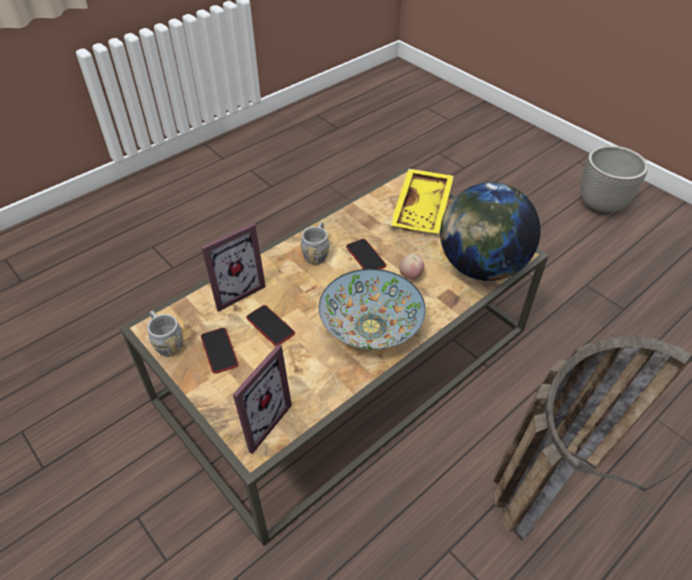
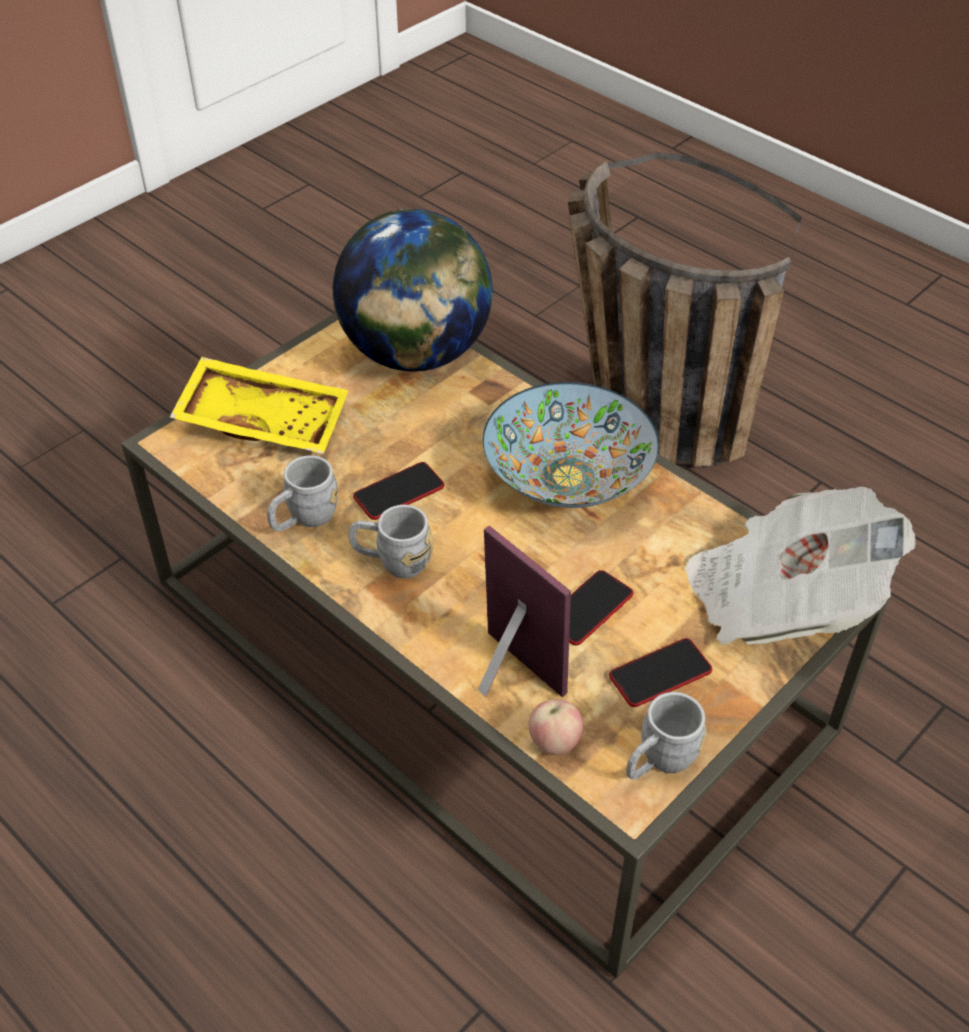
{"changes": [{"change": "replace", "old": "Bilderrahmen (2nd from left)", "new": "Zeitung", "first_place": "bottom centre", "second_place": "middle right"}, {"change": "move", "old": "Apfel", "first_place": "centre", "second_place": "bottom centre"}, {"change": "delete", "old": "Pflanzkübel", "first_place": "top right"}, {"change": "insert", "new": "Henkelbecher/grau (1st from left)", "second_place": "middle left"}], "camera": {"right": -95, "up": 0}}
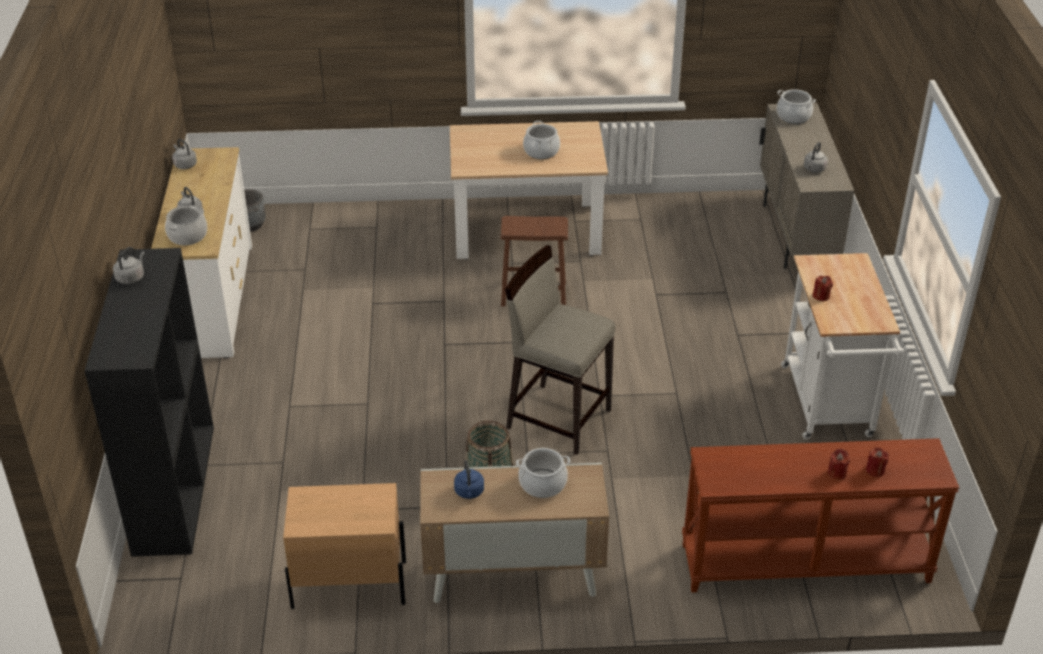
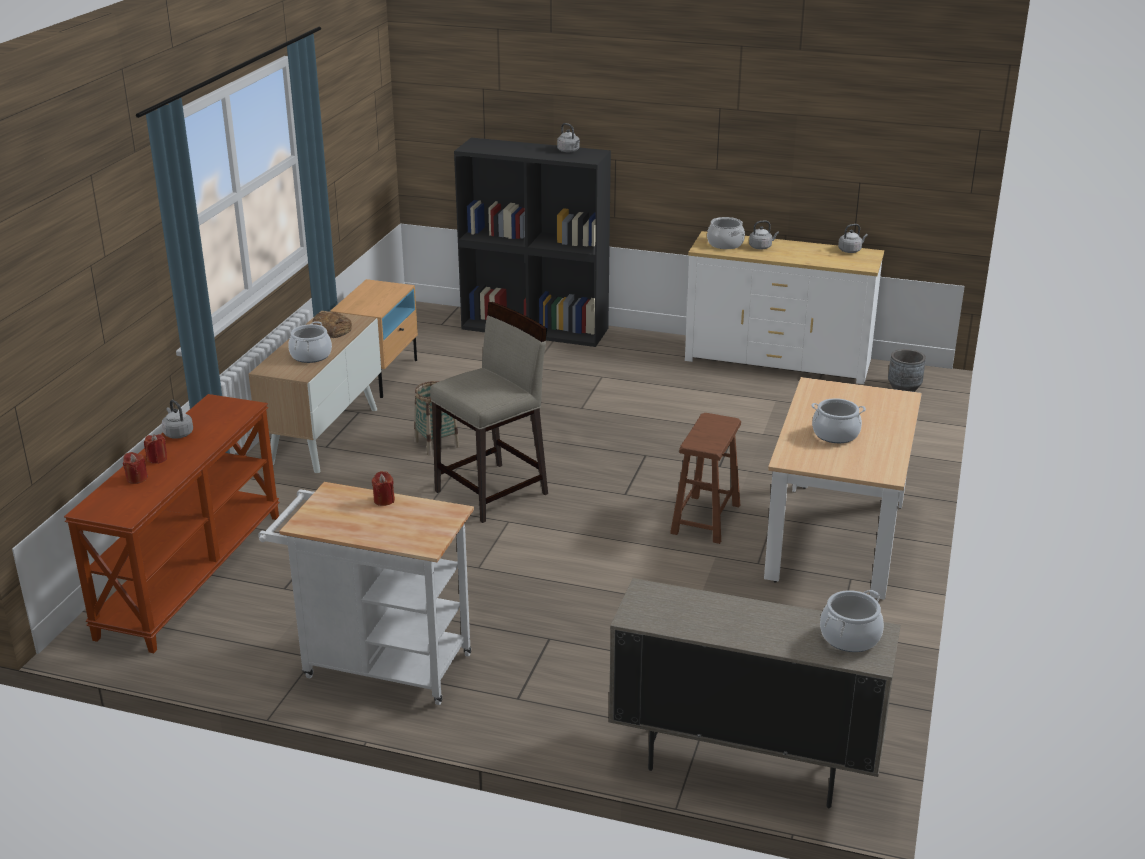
{"changes": [{"change": "replace", "old": "Wasserkessel/blau", "new": "Brot", "first_place": "bottom centre", "second_place": "middle left"}, {"change": "move", "old": "Wasserkessel/grau (4th from left in the first image)", "new": "Wasserkessel/grau (1st from left)", "first_place": "top right", "second_place": "middle left"}], "camera": {"right": 110, "up": -10}}
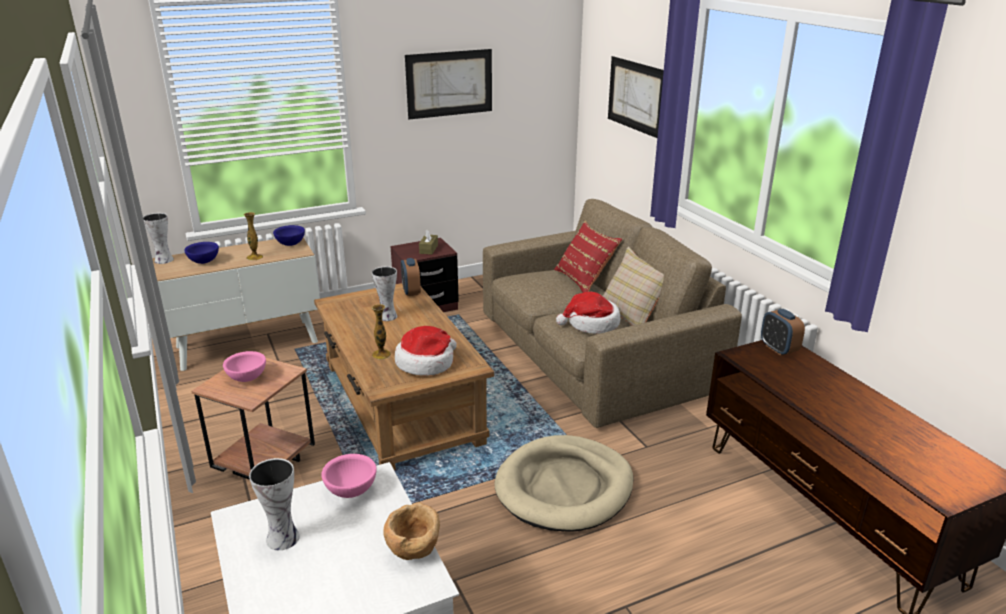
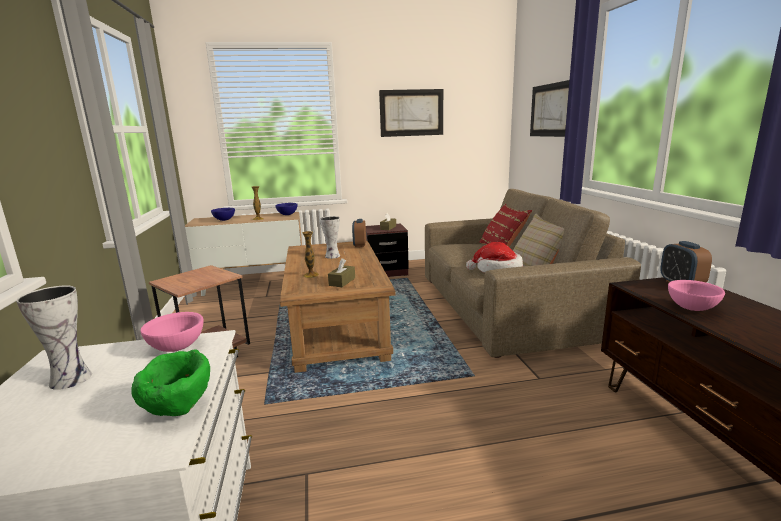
{"changes": [{"change": "delete", "old": "Vase (1st from left)", "first_place": "middle left"}, {"change": "move", "old": "Schüssel/rosa (1st from left in the first image)", "new": "Schüssel/rosa (2nd from left)", "first_place": "middle left", "second_place": "middle right"}, {"change": "recolor", "old": "Schüssel/braun", "new": "Schüssel/grün", "first_place": "bottom centre", "second_place": "bottom left"}, {"change": "replace", "old": "Hut (1st from left)", "new": "Taschentuchbox/braun (1st from left)", "first_place": "centre", "second_place": "centre"}, {"change": "delete", "old": "Hundebett/beige", "first_place": "bottom centre"}], "camera": {"right": 15, "up": -10}}
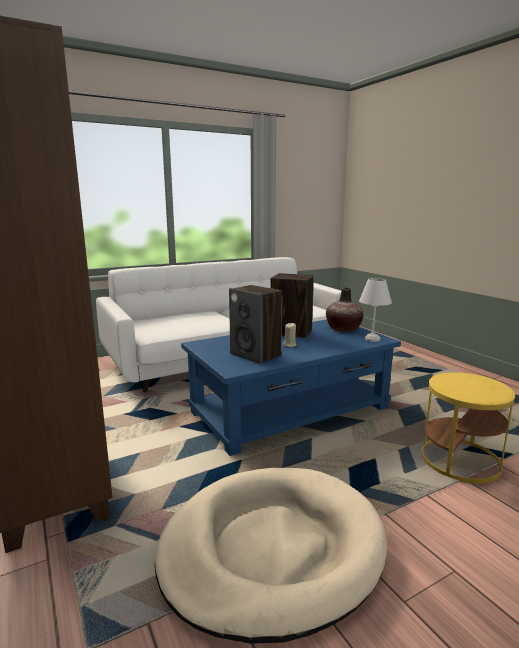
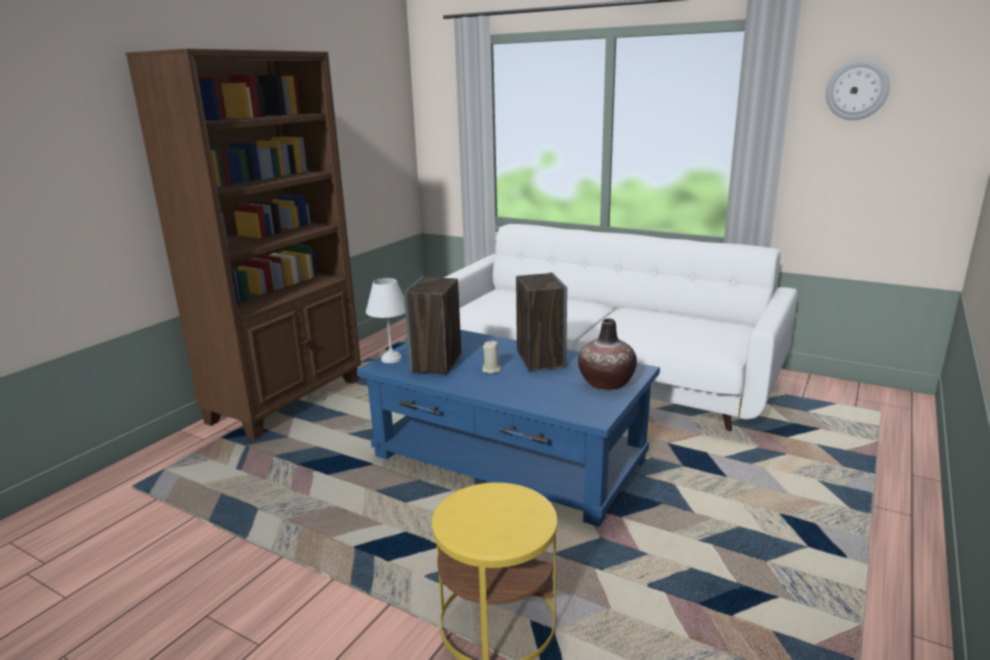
{"changes": [{"change": "delete", "old": "Hundebett/beige", "first_place": "bottom centre"}, {"change": "move", "old": "Tischlampe/weiß", "first_place": "middle right", "second_place": "centre"}, {"change": "insert", "new": "Wanduhr", "second_place": "top right"}], "camera": {"right": 60, "up": 5}}
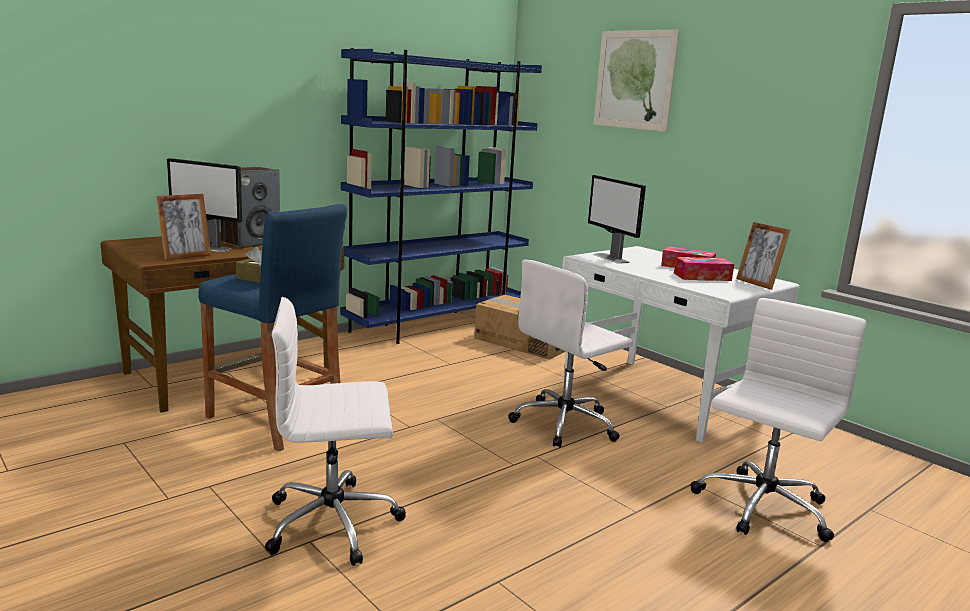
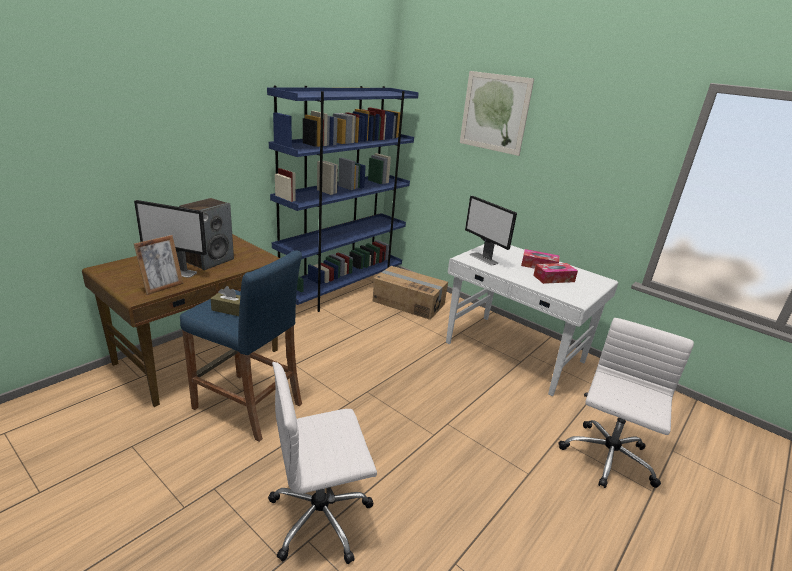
{"changes": [{"change": "delete", "old": "Bürostuhl/weiß (2nd from left)", "first_place": "centre"}, {"change": "delete", "old": "Bilderrahmen (2nd from left)", "first_place": "middle right"}], "camera": {"right": -10, "up": 10}}
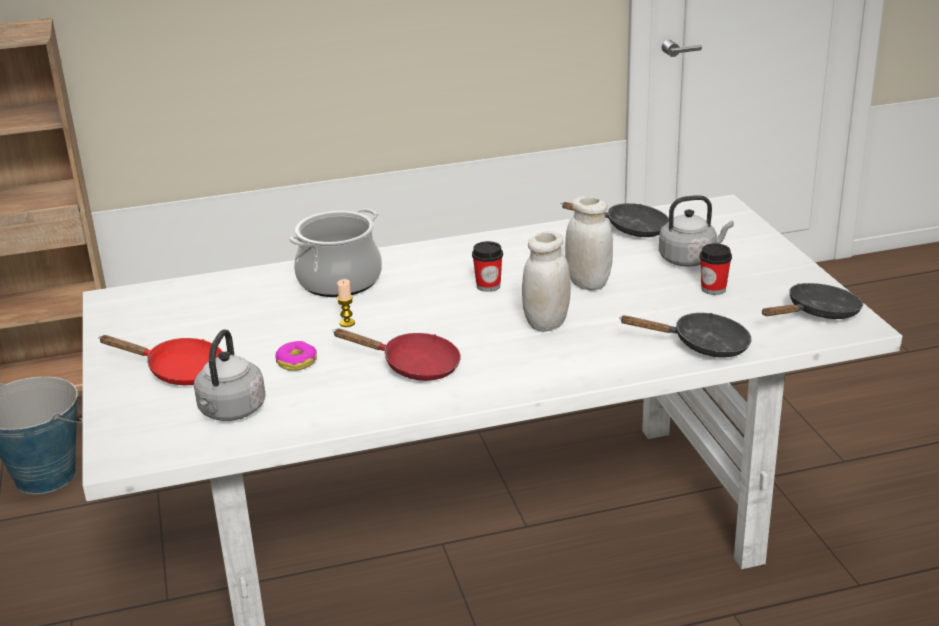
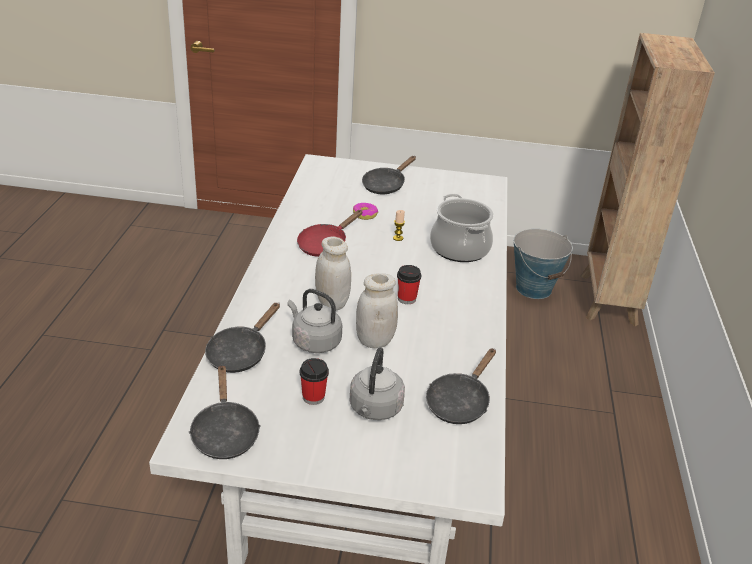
{"changes": [{"change": "recolor", "old": "Pfanne/rot (1st from left)", "new": "Pfanne/schwarz (3rd from left)", "first_place": "middle left", "second_place": "top centre"}, {"change": "move", "old": "Wasserkessel/grau (1st from left)", "first_place": "middle left", "second_place": "centre"}], "camera": {"right": 110, "up": 5}}
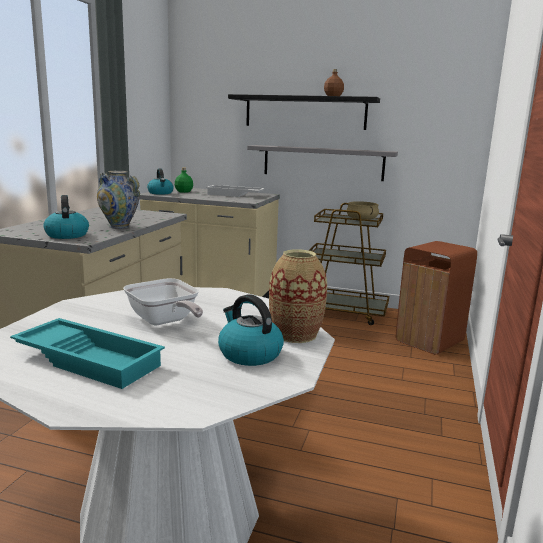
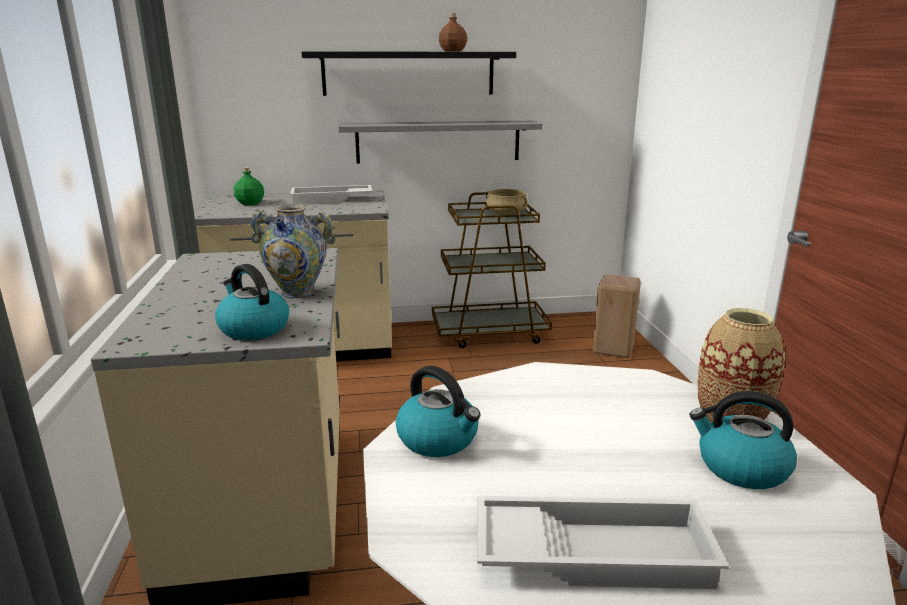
{"changes": [{"change": "recolor", "old": "Tablett/türkis", "new": "Tablett/weiß (2nd from left)", "first_place": "middle left", "second_place": "bottom centre"}, {"change": "delete", "old": "Pfanne", "first_place": "middle left"}, {"change": "move", "old": "Wasserkessel (2nd from left)", "first_place": "middle left", "second_place": "bottom centre"}, {"change": "replace", "old": "Mülleimer/braun", "new": "Hocker/beige", "first_place": "middle right", "second_place": "middle right"}], "camera": {"right": -25, "up": 5}}
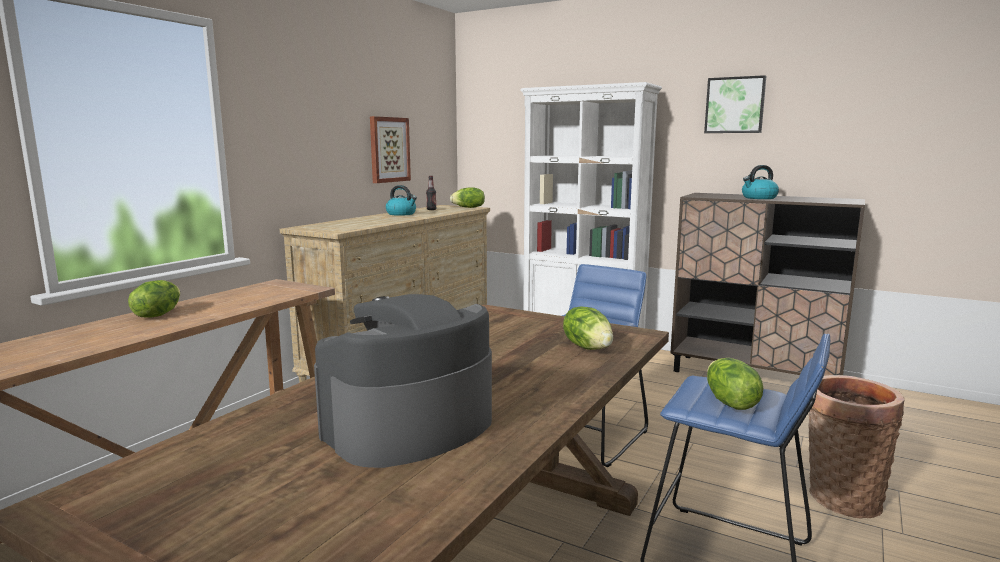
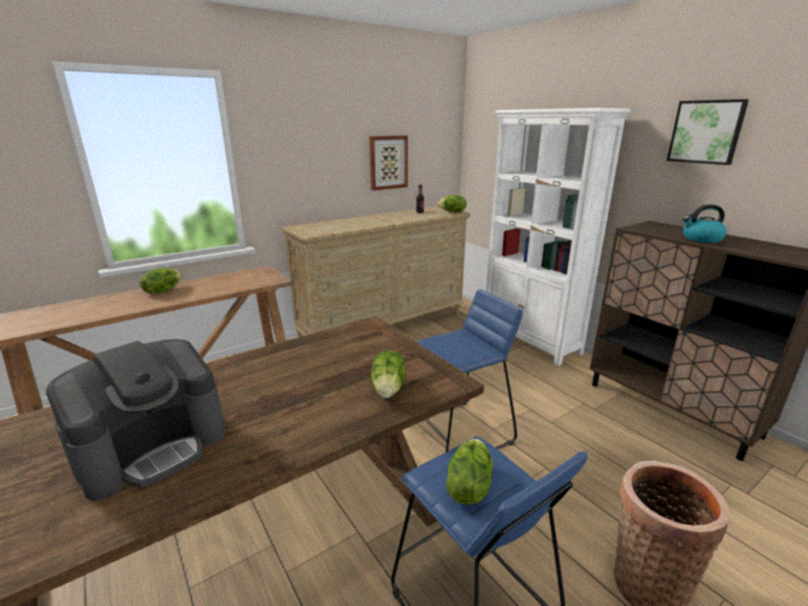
{"changes": [{"change": "rotate", "old": "Kaffeemaschine", "first_place": "bottom centre", "second_place": "bottom left", "degrees": 150}, {"change": "delete", "old": "Wasserkessel (1st from left)", "first_place": "centre"}], "camera": {"right": 25, "up": 10}}
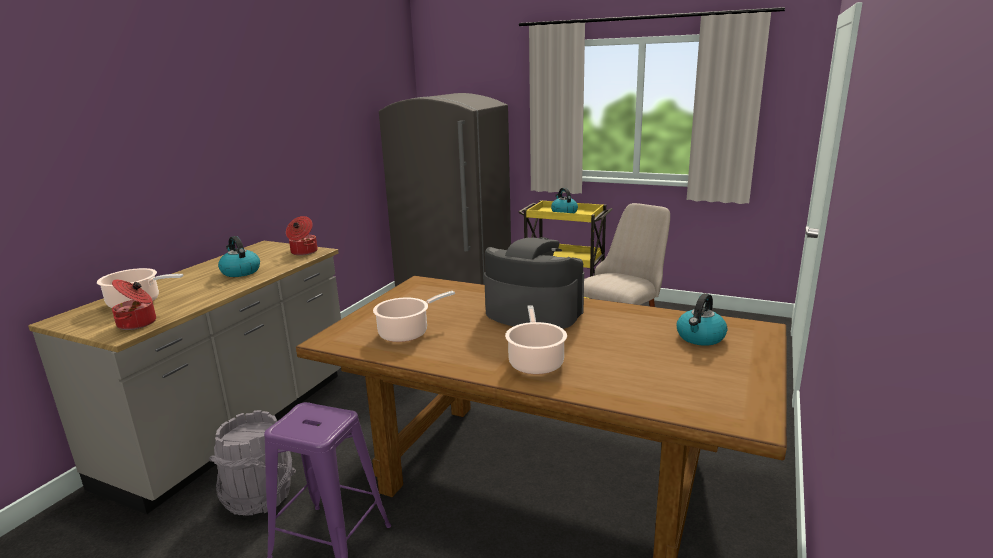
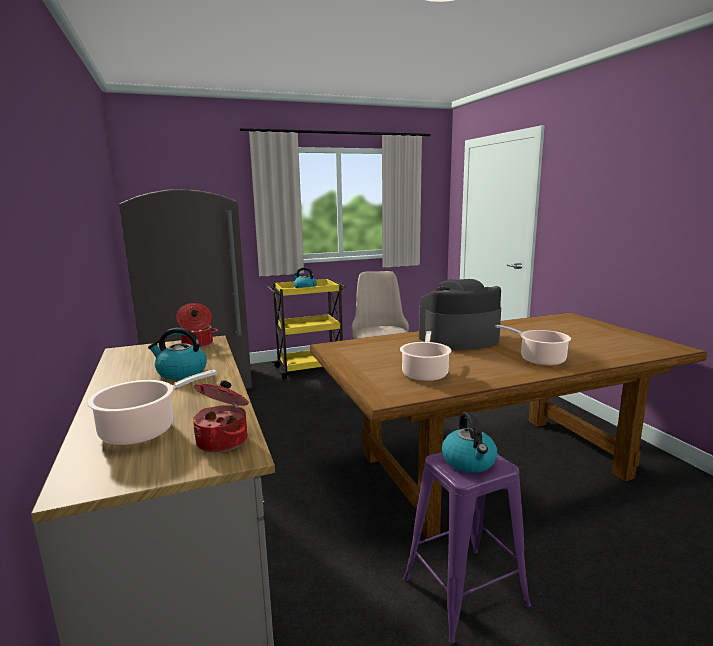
{"changes": [{"change": "delete", "old": "Eimer/grau", "first_place": "bottom left"}, {"change": "move", "old": "Wasserkessel (3rd from left)", "first_place": "middle right", "second_place": "bottom centre"}], "camera": {"right": -45, "up": -5}}
